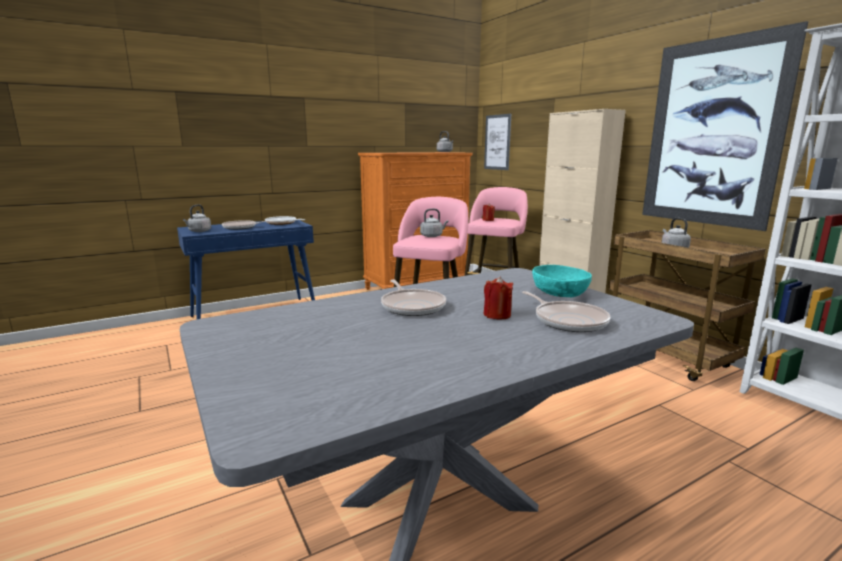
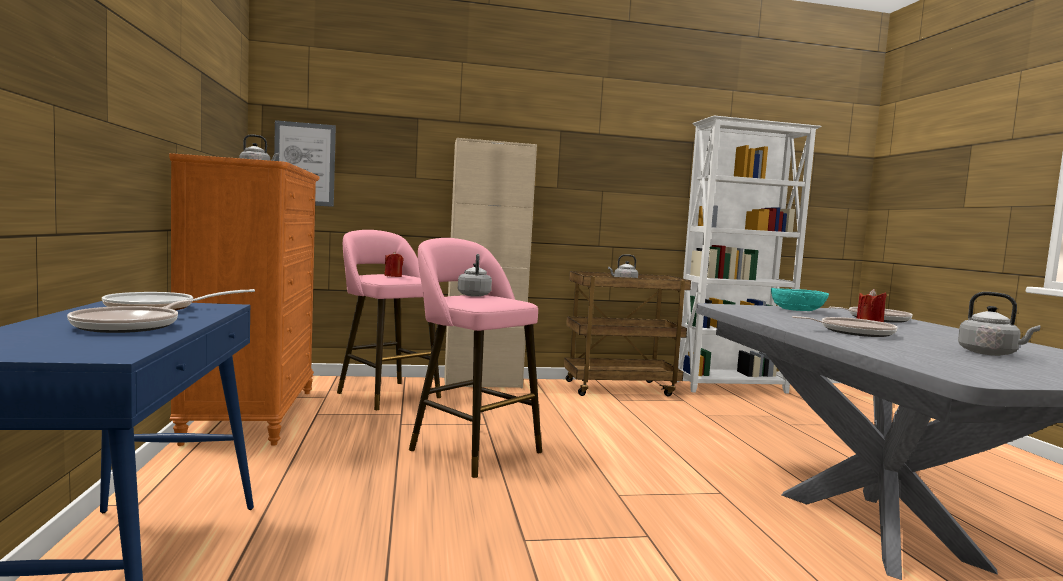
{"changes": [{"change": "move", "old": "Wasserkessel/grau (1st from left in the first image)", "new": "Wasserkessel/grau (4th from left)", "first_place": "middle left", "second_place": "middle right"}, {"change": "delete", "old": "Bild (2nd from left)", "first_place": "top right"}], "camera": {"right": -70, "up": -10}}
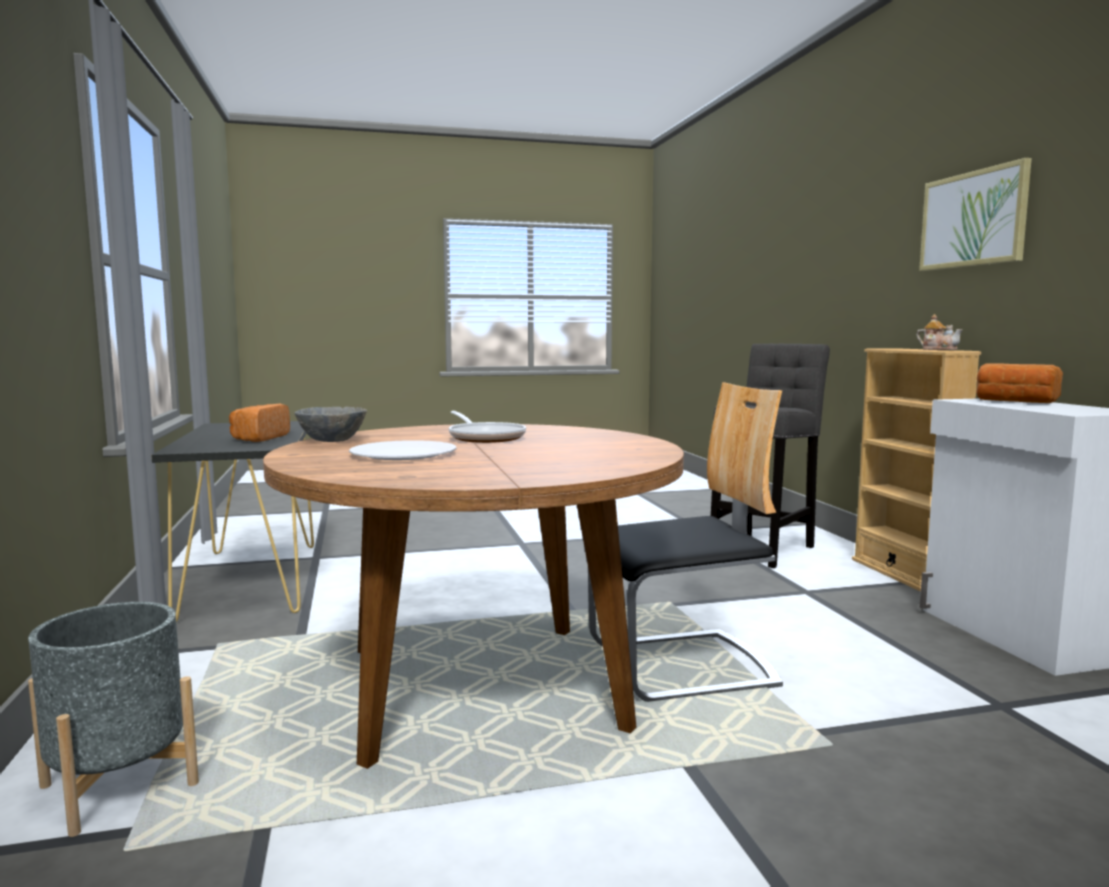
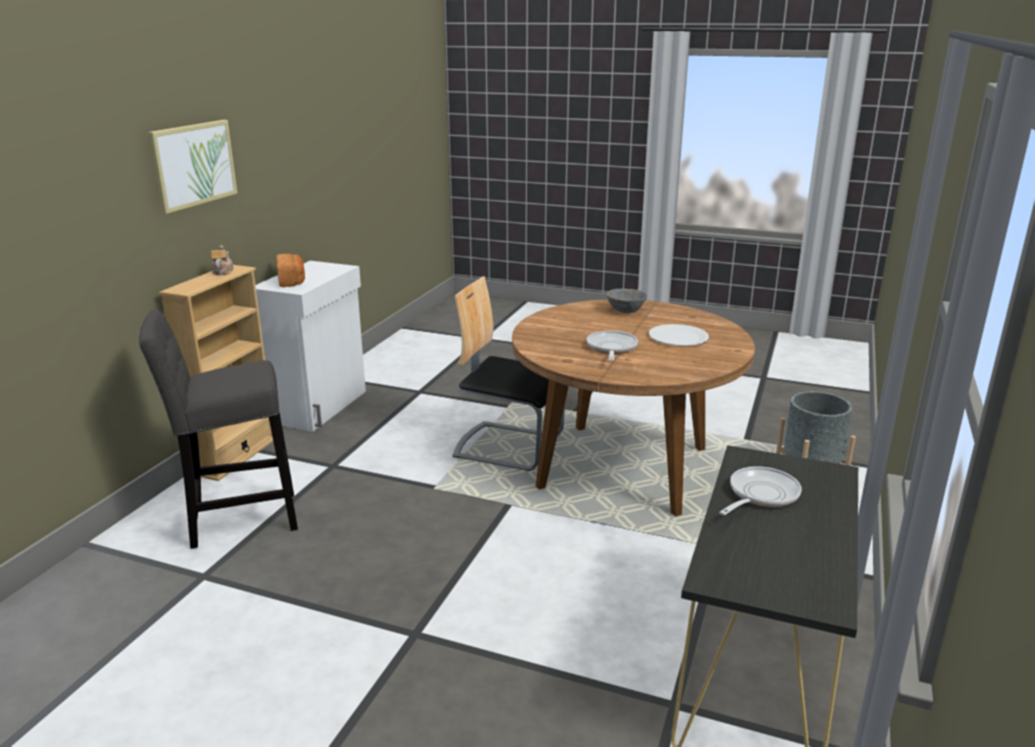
{"changes": [{"change": "replace", "old": "Brot (1st from left)", "new": "Pfanne (2nd from left)", "first_place": "middle left", "second_place": "middle right"}, {"change": "move", "old": "Schüssel/grau", "first_place": "middle left", "second_place": "centre"}], "camera": {"right": -145, "up": 15}}
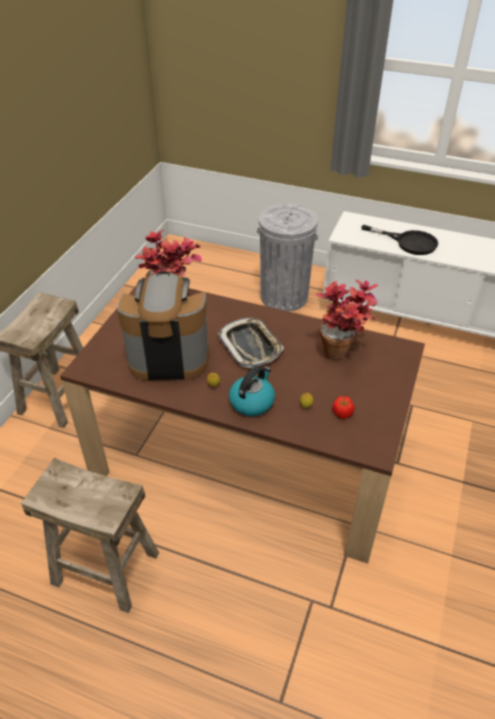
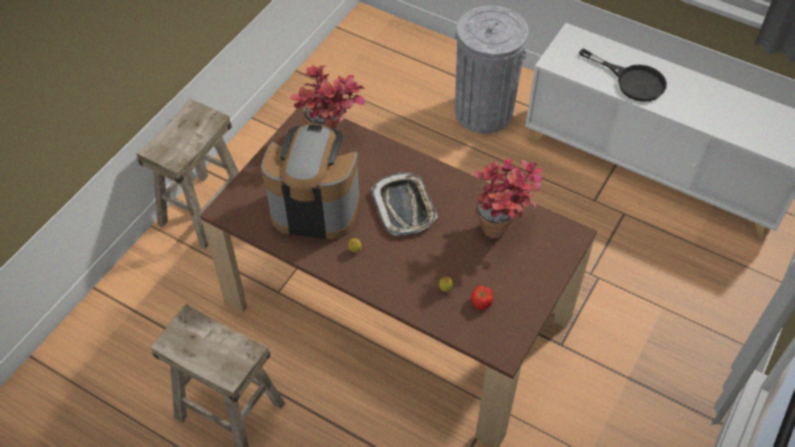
{"changes": [{"change": "delete", "old": "Wasserkessel", "first_place": "centre"}], "camera": {"right": 10, "up": 10}}
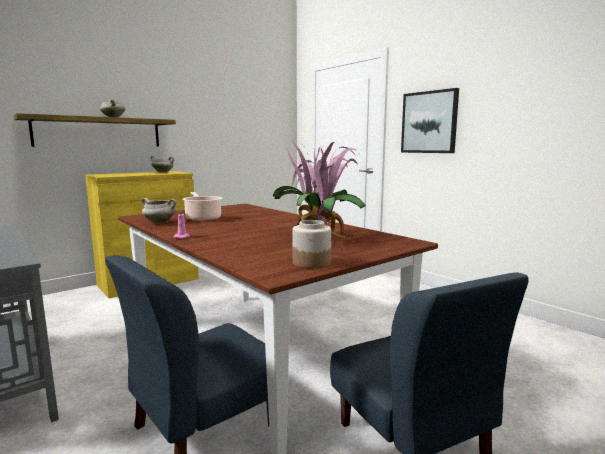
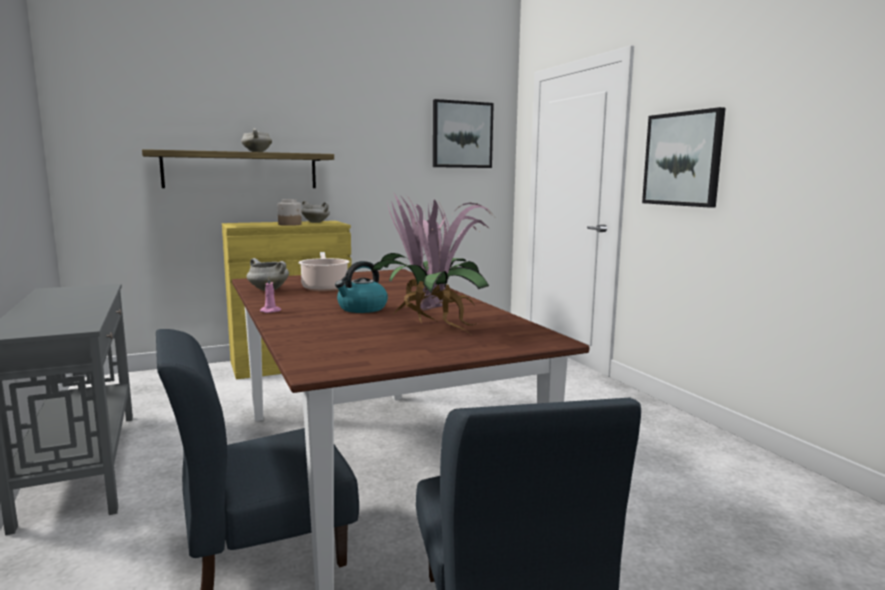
{"changes": [{"change": "move", "old": "Vorratsglas", "first_place": "centre", "second_place": "middle left"}, {"change": "insert", "new": "Wasserkessel", "second_place": "centre"}, {"change": "insert", "new": "Bild (1st from left)", "second_place": "top centre"}], "camera": {"right": 15, "up": 0}}
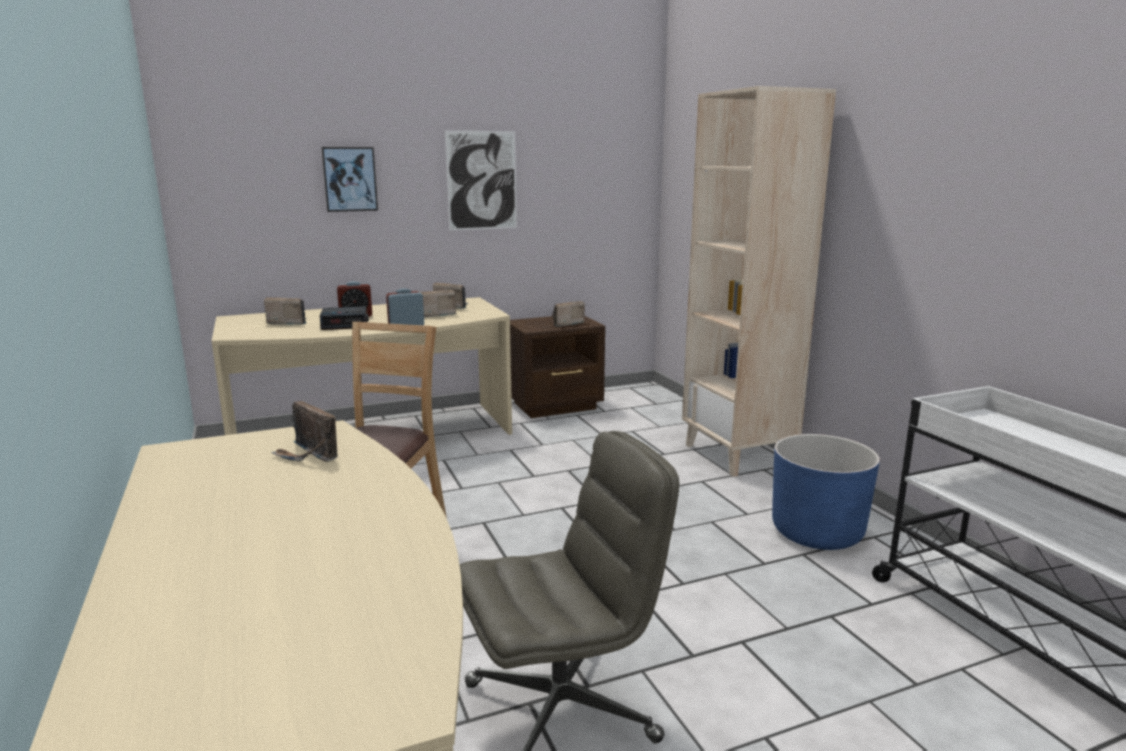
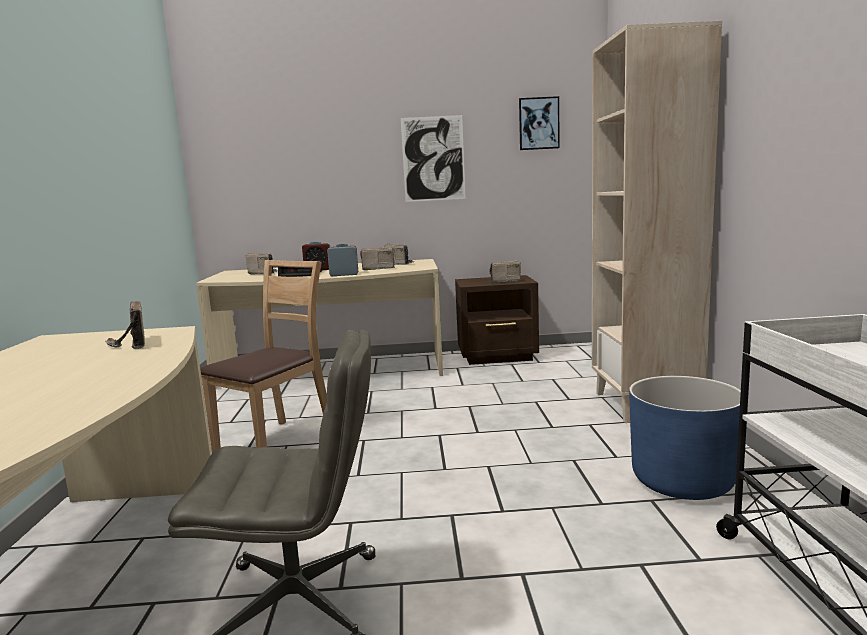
{"changes": [{"change": "move", "old": "Bild (1st from left in the first image)", "new": "Bild (2nd from left)", "first_place": "top left", "second_place": "top centre"}], "camera": {"right": 20, "up": -5}}
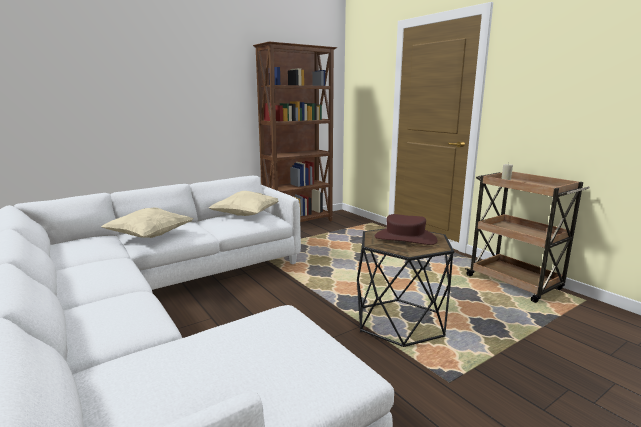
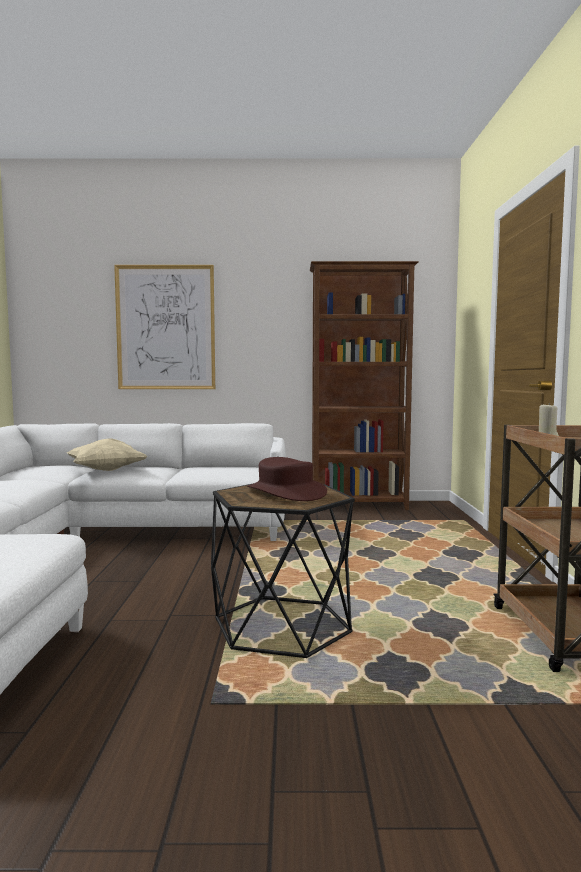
{"changes": [{"change": "delete", "old": "Kissen/beige (2nd from left)", "first_place": "centre"}, {"change": "insert", "new": "Bild", "second_place": "middle left"}], "camera": {"right": 35, "up": -10}}
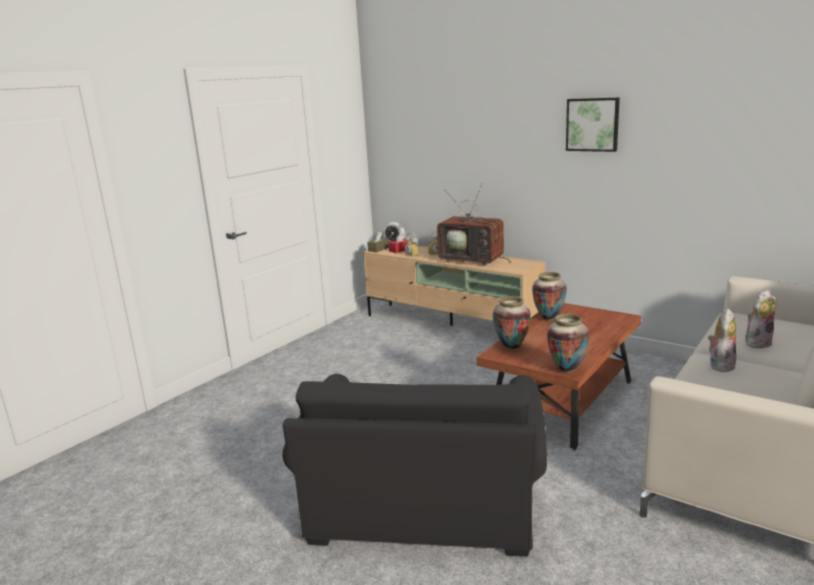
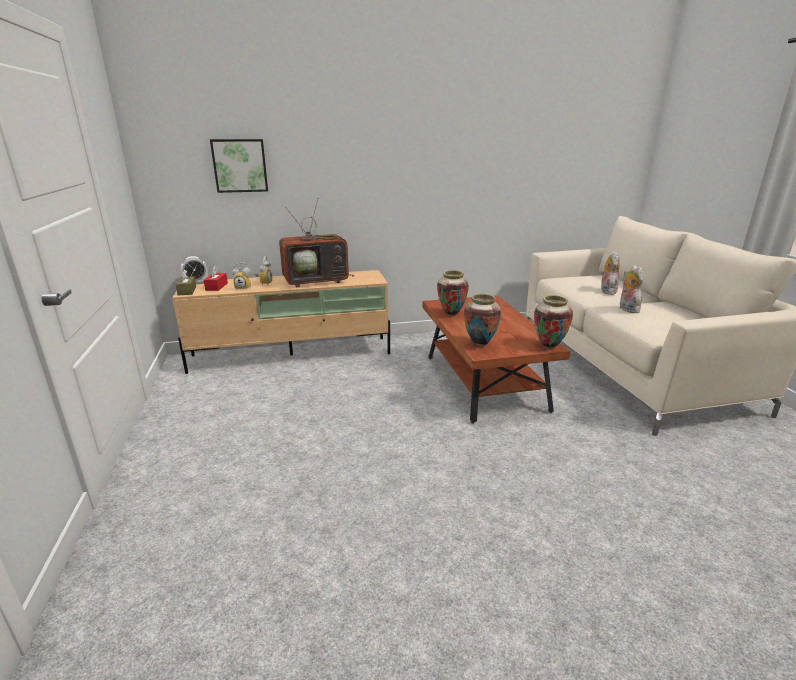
{"changes": [{"change": "delete", "old": "Sessel/schwarz", "first_place": "bottom centre"}, {"change": "move", "old": "Bild", "first_place": "top right", "second_place": "top left"}], "camera": {"right": -50, "up": 5}}
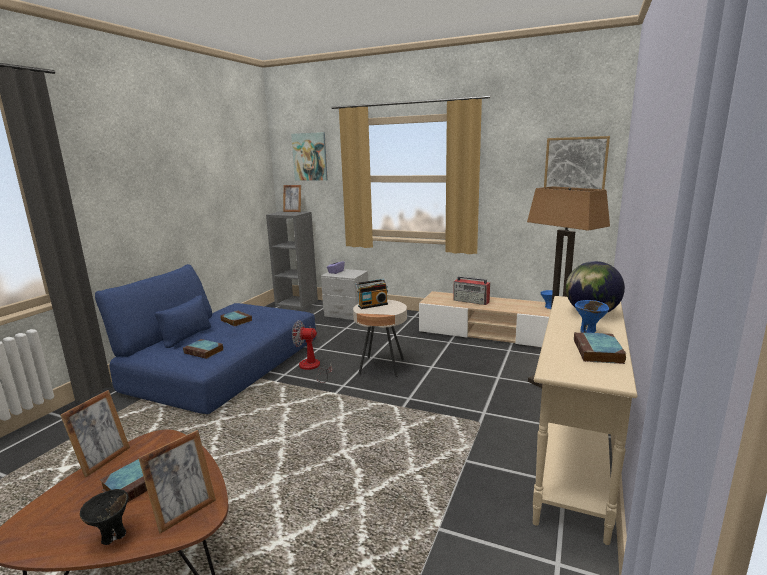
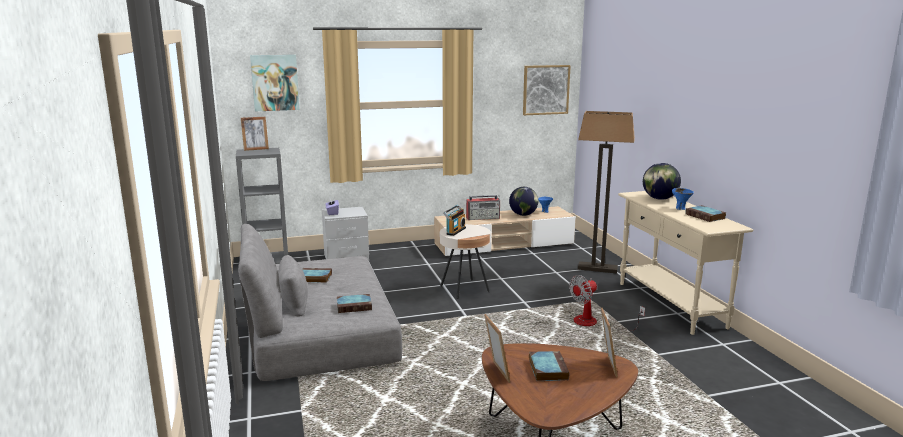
{"changes": [{"change": "delete", "old": "Schüssel/schwarz", "first_place": "bottom left"}, {"change": "recolor", "old": "Sofa/blau", "new": "Sofa/grau", "first_place": "middle left", "second_place": "bottom centre"}, {"change": "move", "old": "Ventilator", "first_place": "centre", "second_place": "bottom right"}, {"change": "insert", "new": "Globus (1st from left)", "second_place": "centre"}], "camera": {"right": -40, "up": 0}}
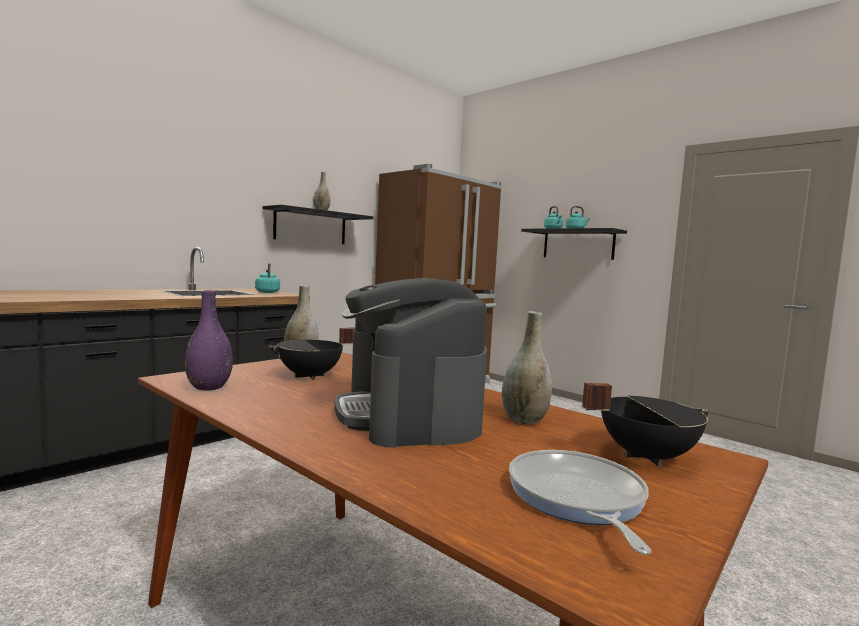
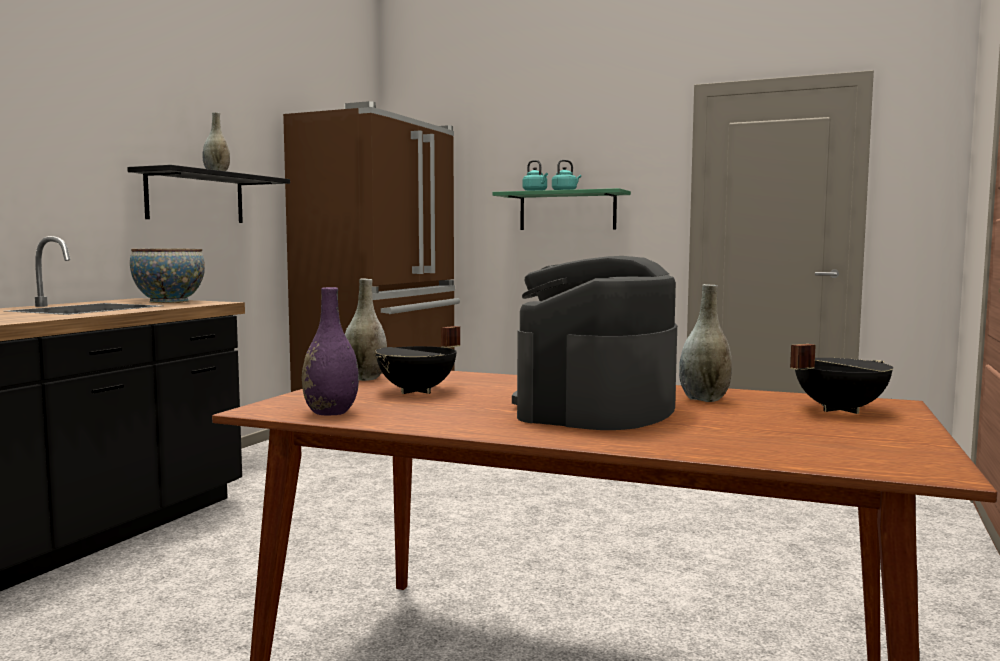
{"changes": [{"change": "replace", "old": "Wasserkessel/türkis (1st from left)", "new": "Schüssel", "first_place": "middle left", "second_place": "middle left"}, {"change": "rotate", "old": "Kaffeemaschine", "first_place": "centre", "second_place": "centre", "degrees": 60}, {"change": "delete", "old": "Pfanne", "first_place": "bottom right"}, {"change": "recolor", "old": "Wandregal/schwarz (2nd from left)", "new": "Wandregal/grün", "first_place": "middle right", "second_place": "top centre"}], "camera": {"right": -20, "up": 0}}
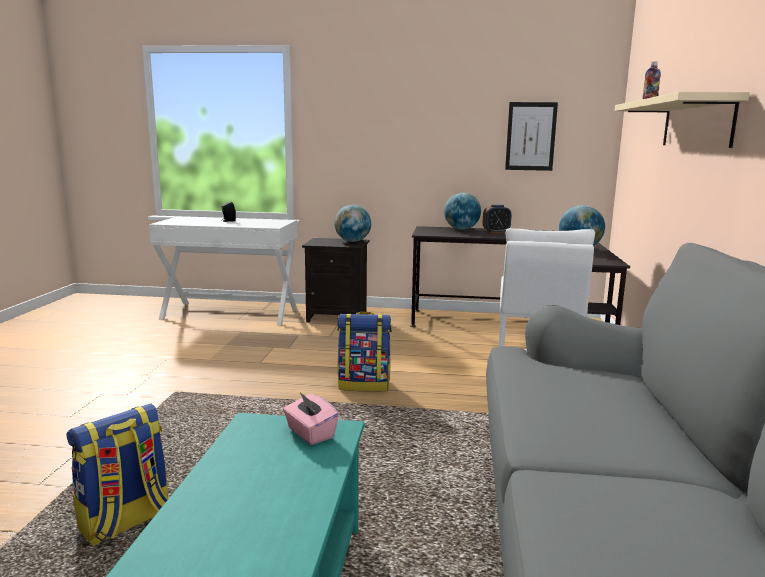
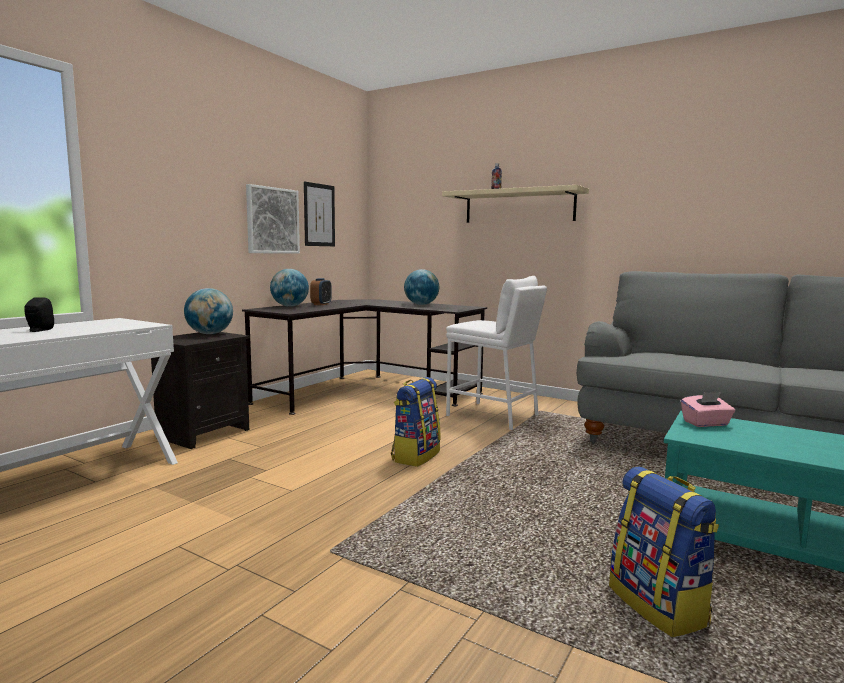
{"changes": [{"change": "insert", "new": "Bild (1st from left)", "second_place": "top left"}], "camera": {"right": -65, "up": -5}}
